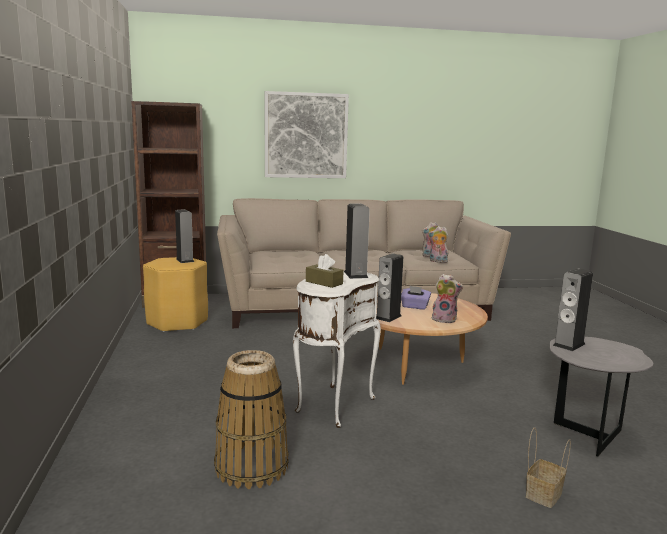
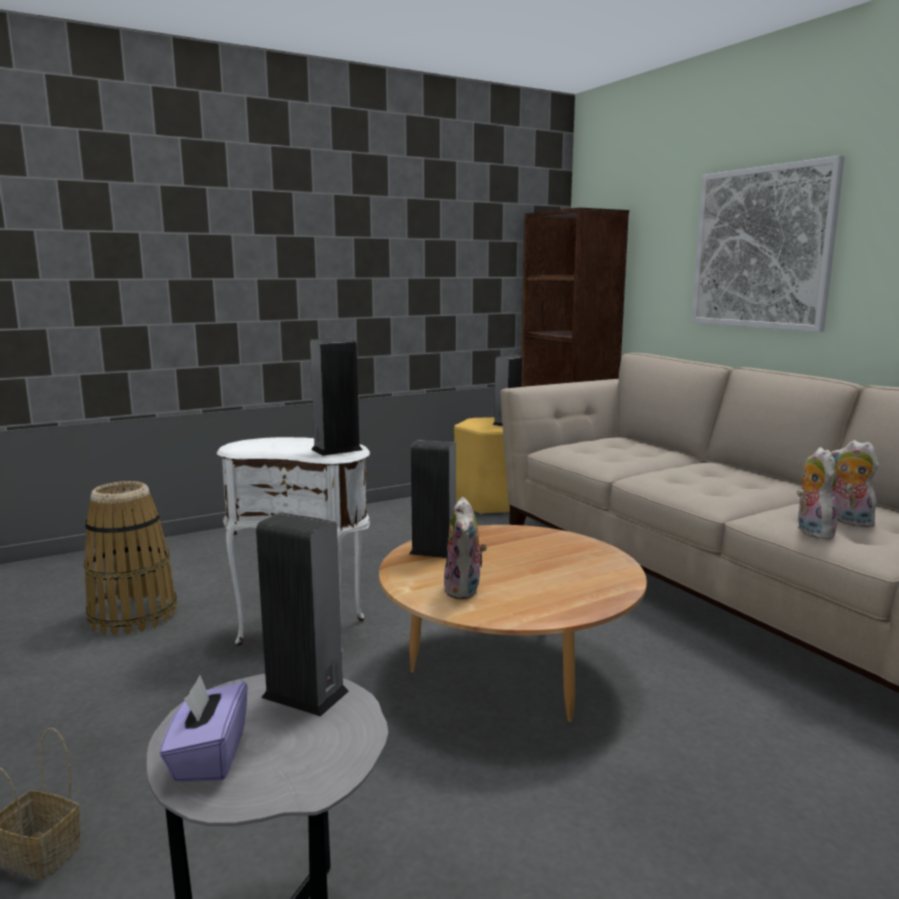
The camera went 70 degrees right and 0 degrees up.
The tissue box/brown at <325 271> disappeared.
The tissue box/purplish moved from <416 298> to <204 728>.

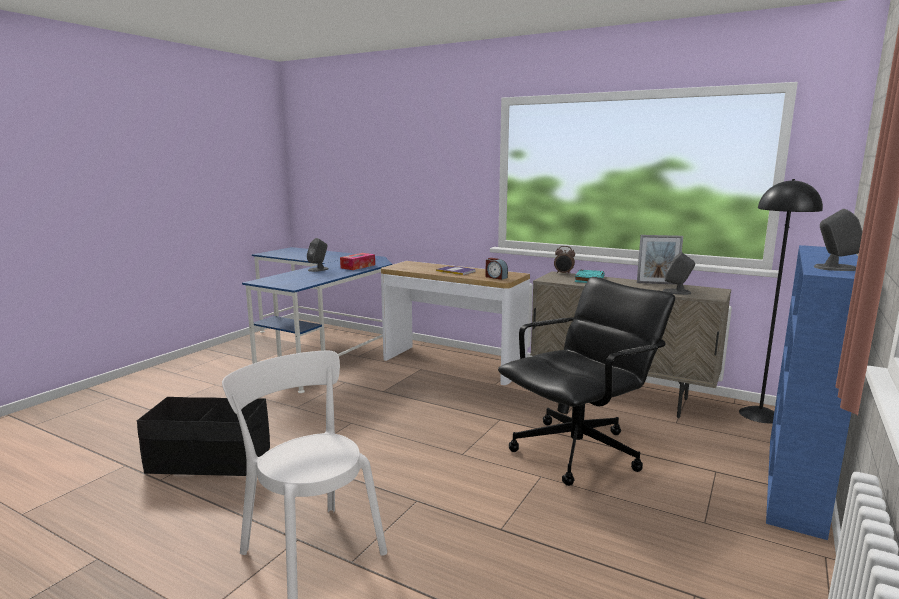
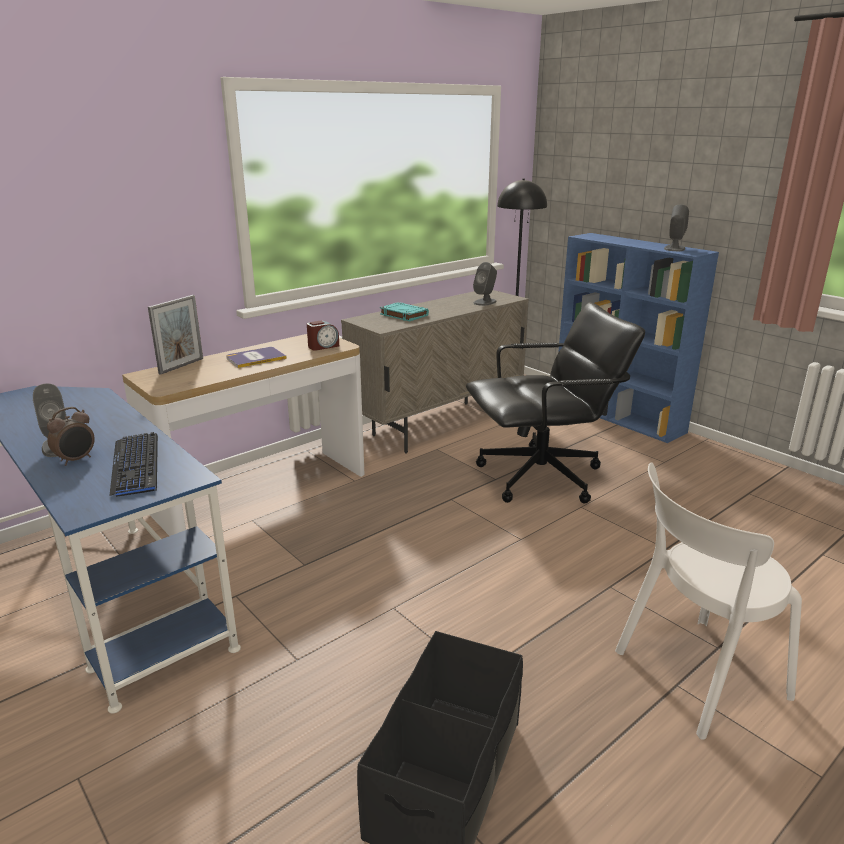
The camera went 70 degrees left and 10 degrees up.
The photo frame moved from <660 260> to <175 335>.
The bedside clock moved from <564 260> to <71 436>.
The tissue box at <357 261> disappeared.
The office chair/black-coloured at <586 381> turned 90 degrees clockwise.
The keyboard at <133 464> appeared.

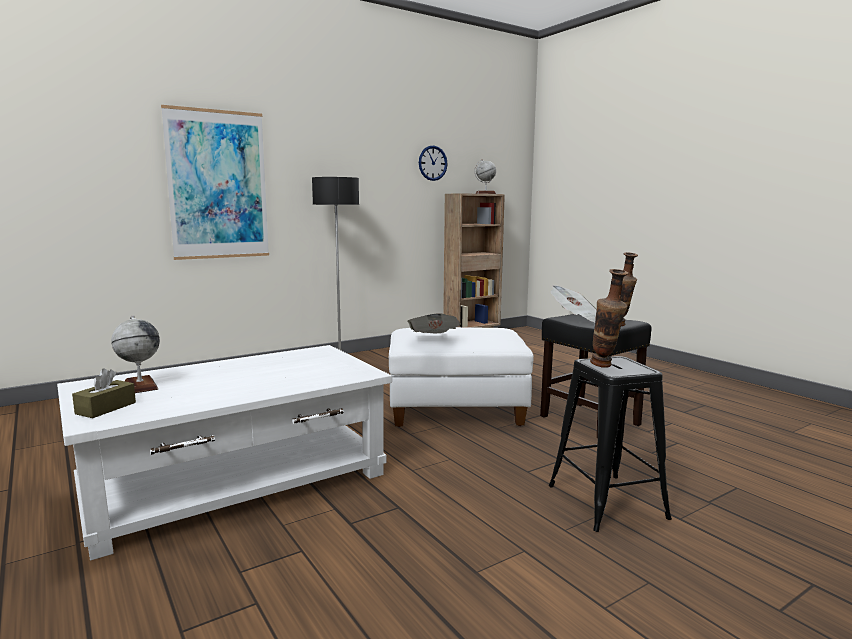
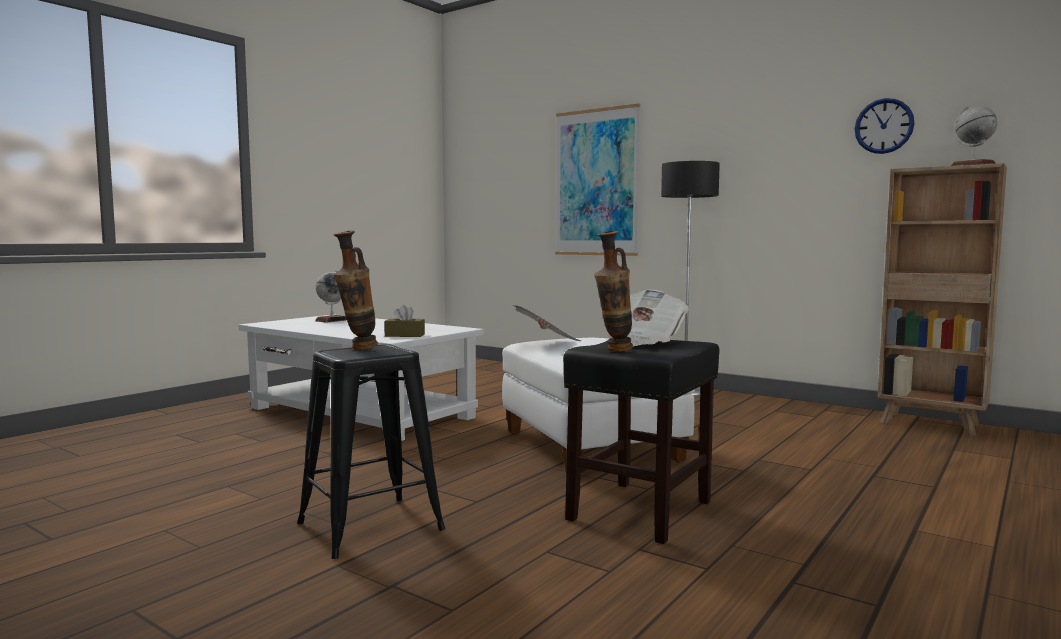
The camera went 70 degrees right and 5 degrees down.
The tissue box/brown moved from <104 393> to <404 321>.

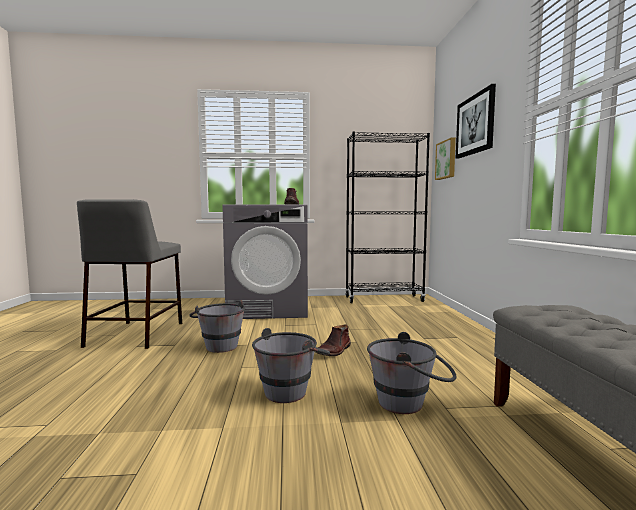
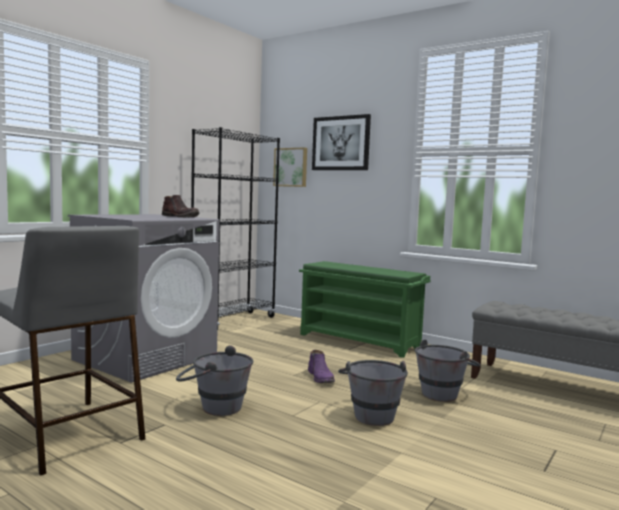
The camera went 50 degrees left and 0 degrees up.
The tall boot/brown at <333 340> became the tall boot/purplish at <321 366>.
The shoe stand/green at <365 309> appeared.

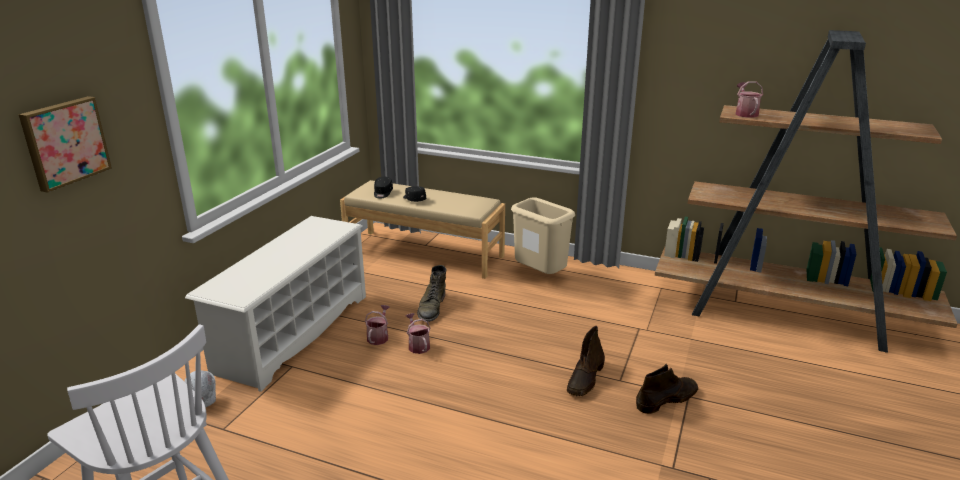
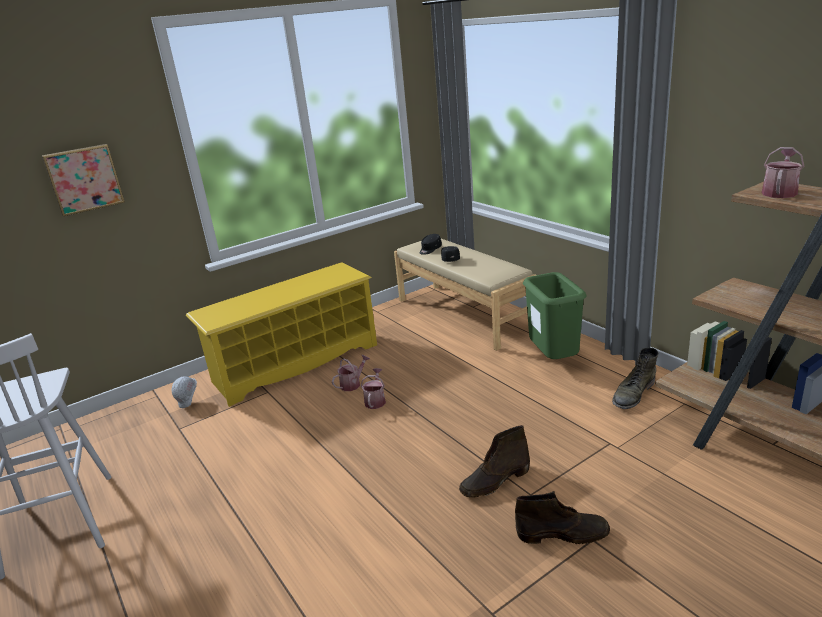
The camera went 35 degrees right and 0 degrees up.
The waste bin/sand-coloured at <543 235> became the waste bin/green at <554 315>.
The shoe stand/whitish at <275 304> became the shoe stand/yellow-coloured at <281 334>.
The tall boot/green moved from <432 293> to <635 378>.

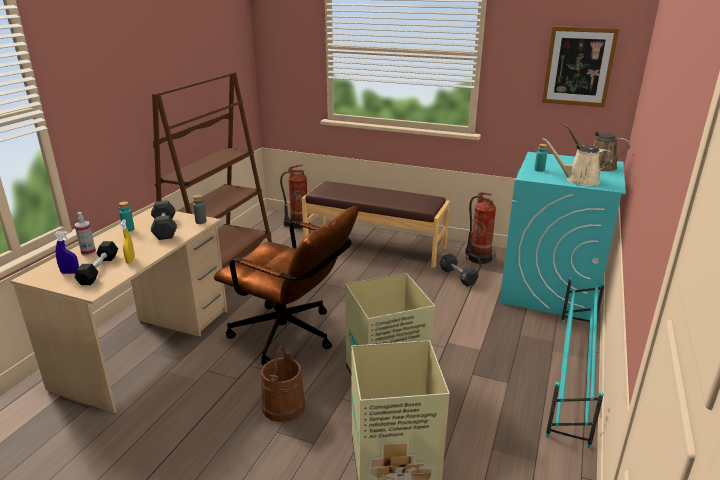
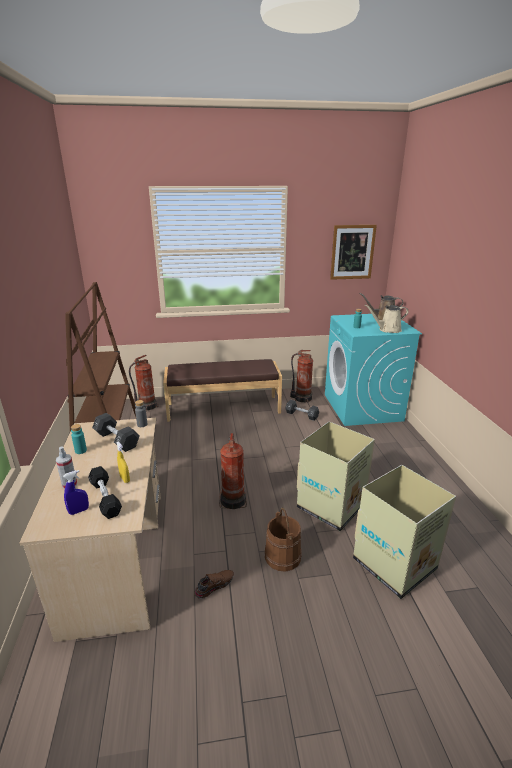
The camera went 30 degrees left and 0 degrees up.
The office chair/brown at <286 286> was replaced by the fire extinguisher at <233 471>.
The shoe stand/turquoise at <575 362> disappeared.
The shoe/brown at <214 584> appeared.

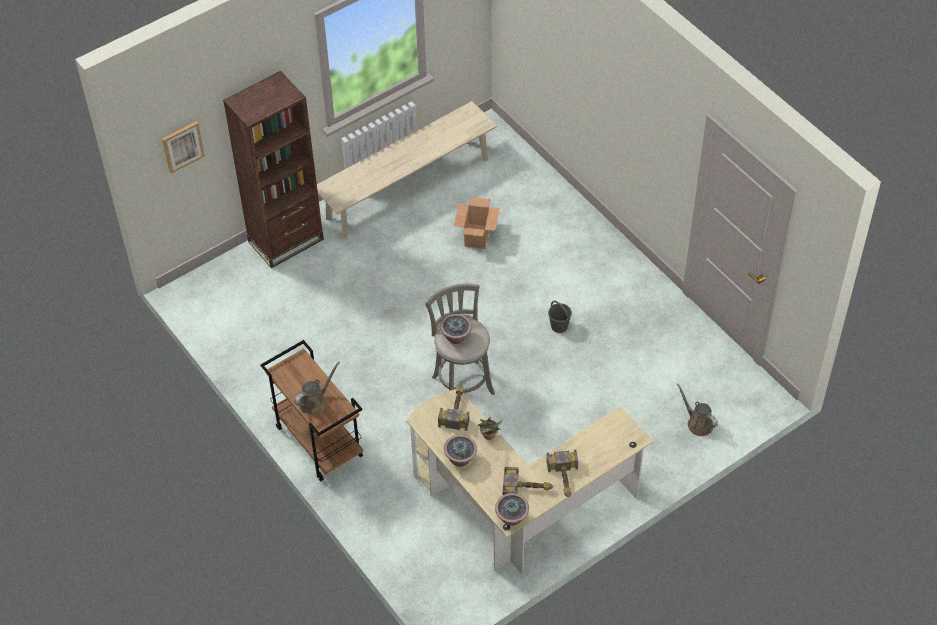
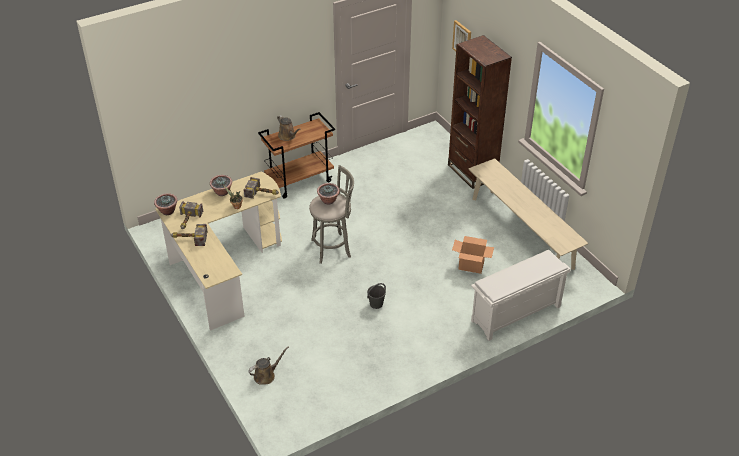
The camera went 95 degrees right and 10 degrees down.
The shoe stand/whitish at <521 295> appeared.

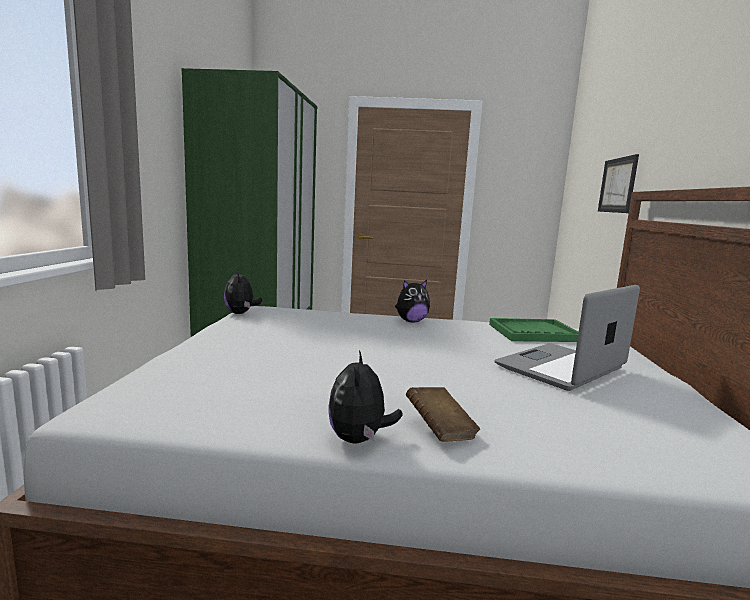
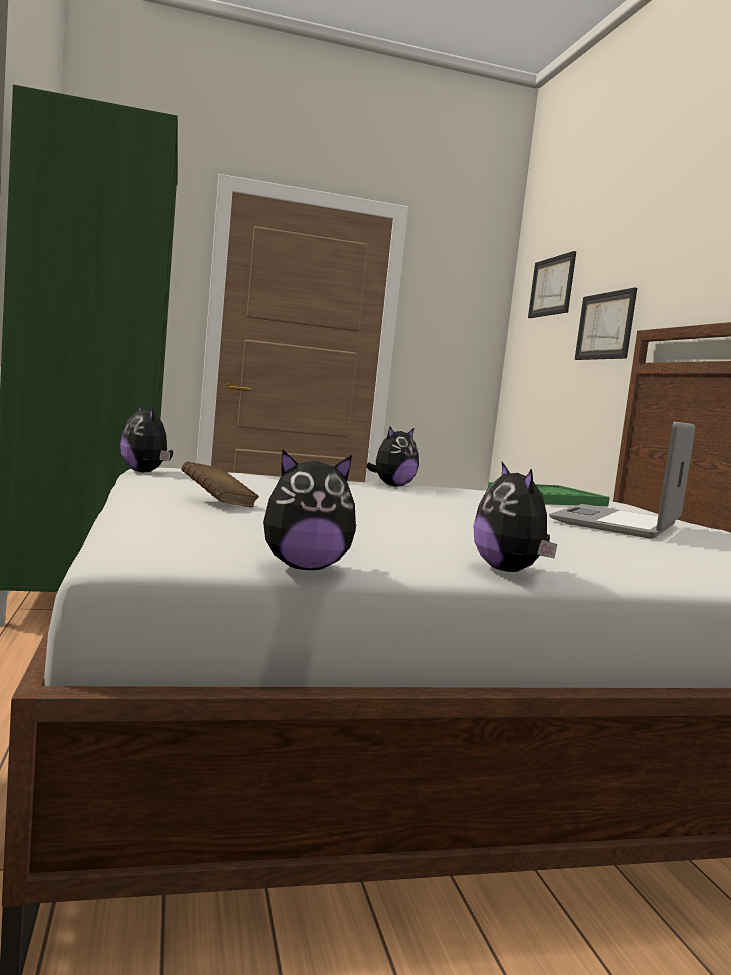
The camera went 20 degrees left and 5 degrees down.
The bound book/brown moved from <443 414> to <220 484>.
The picture at <552 284> appeared.
The plush toy at <309 510> appeared.

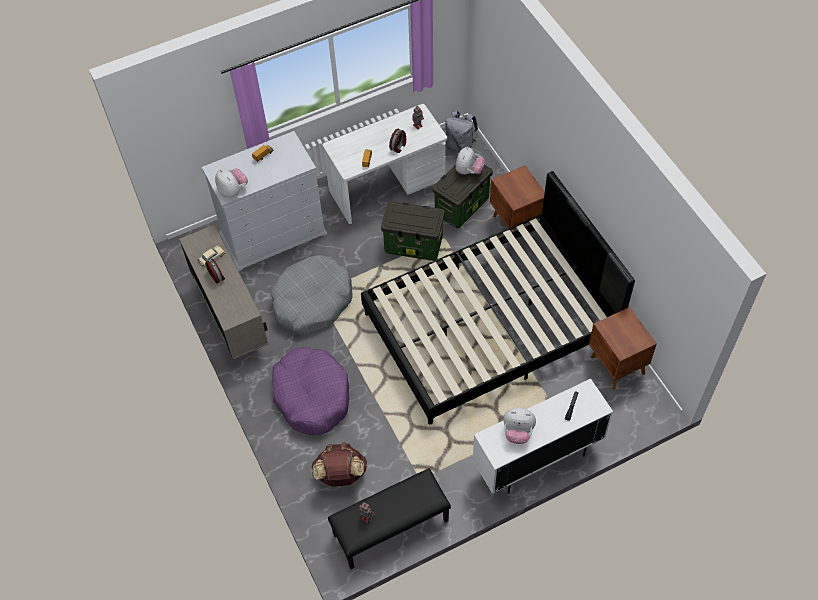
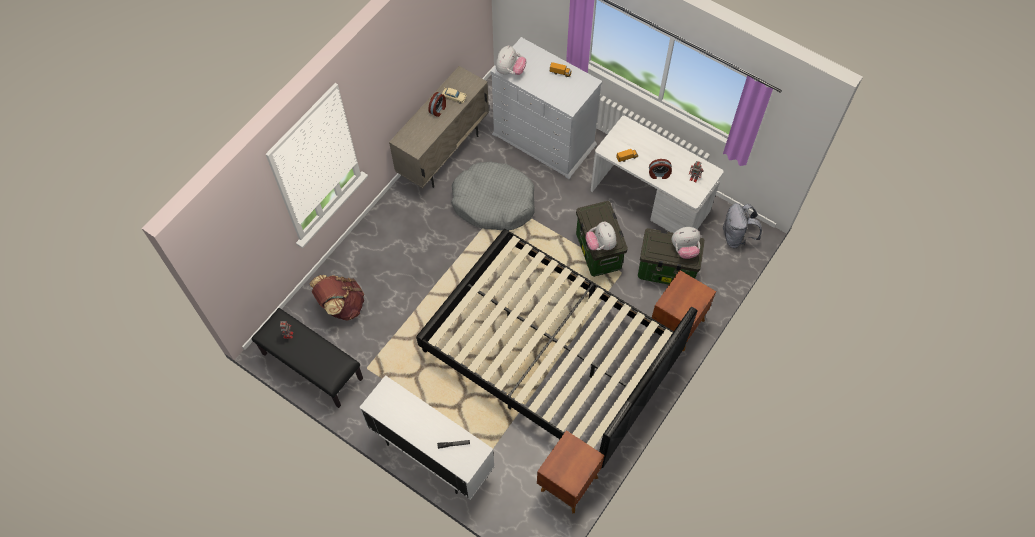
The camera went 60 degrees right and 5 degrees up.
The dog cushion/purplish at <310 391> disappeared.
The plush toy moved from <519 426> to <600 236>.

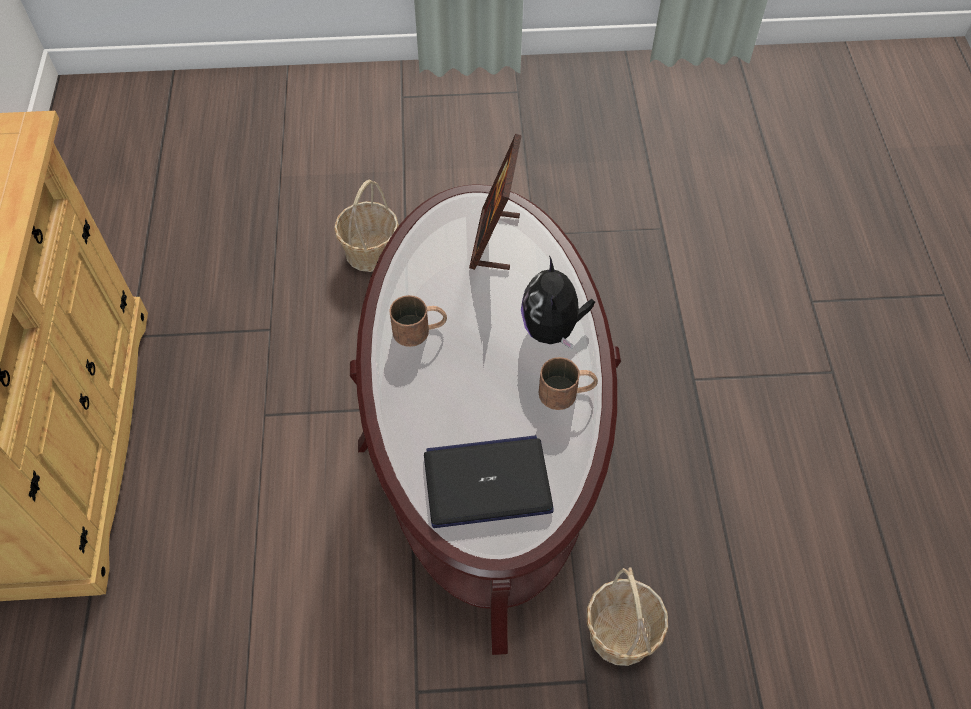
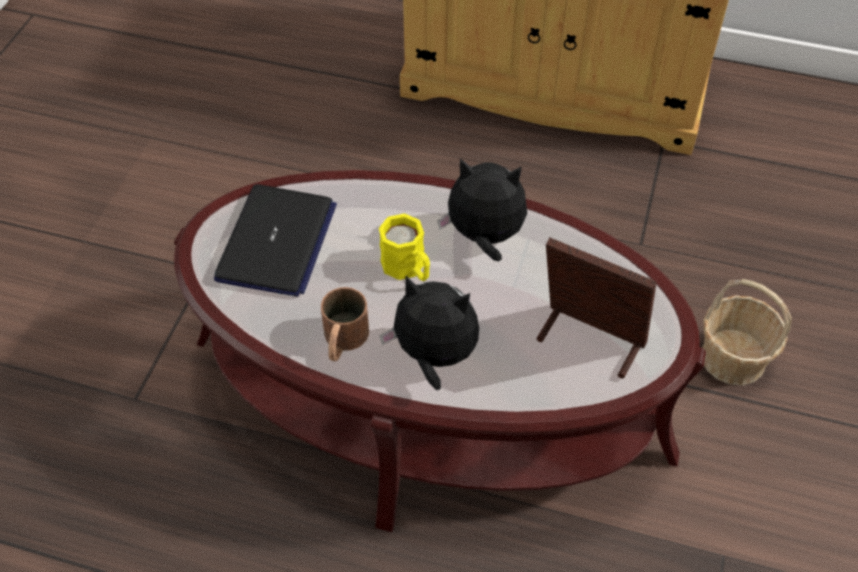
The camera went 110 degrees right and 5 degrees down.
The mug/brown at <418 321> was replaced by the plush toy at <482 209>.
The household basket at <627 616> disappeared.
The mug/yellow-coloured at <404 247> appeared.

